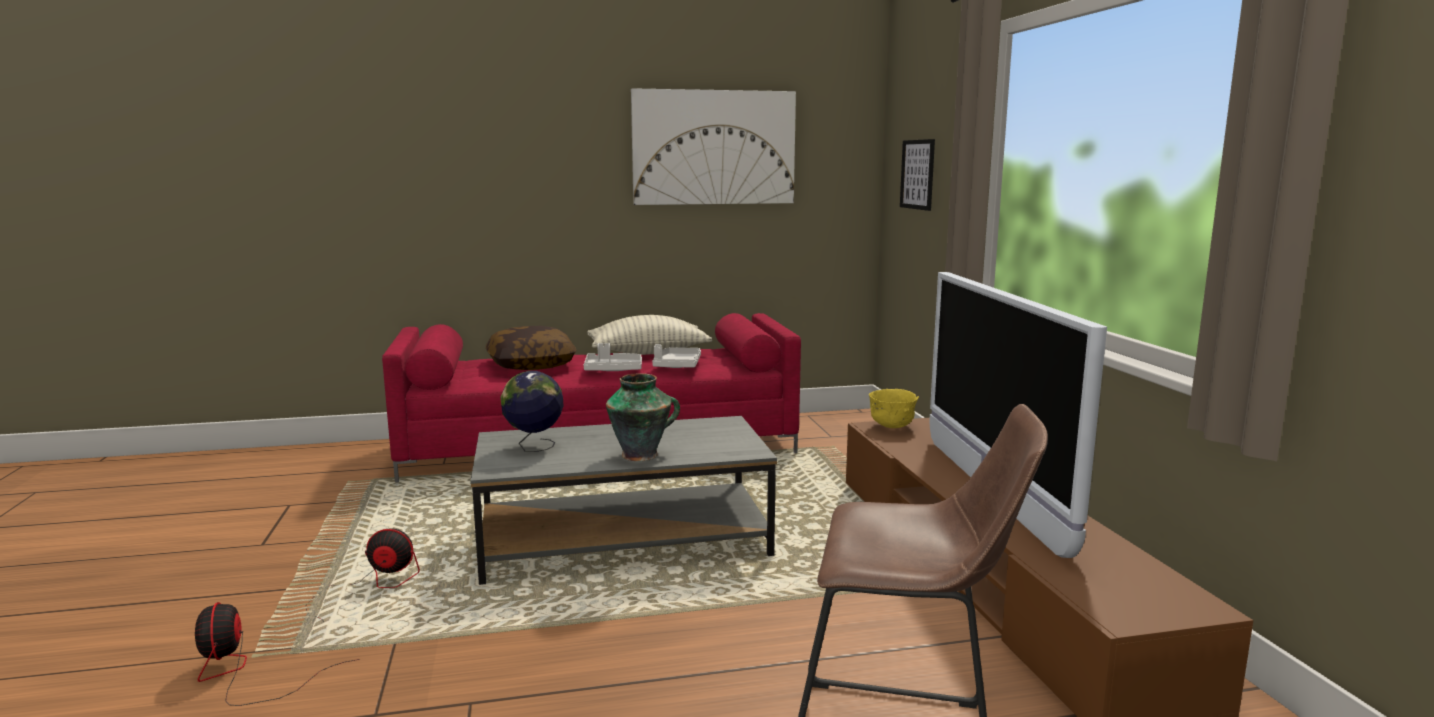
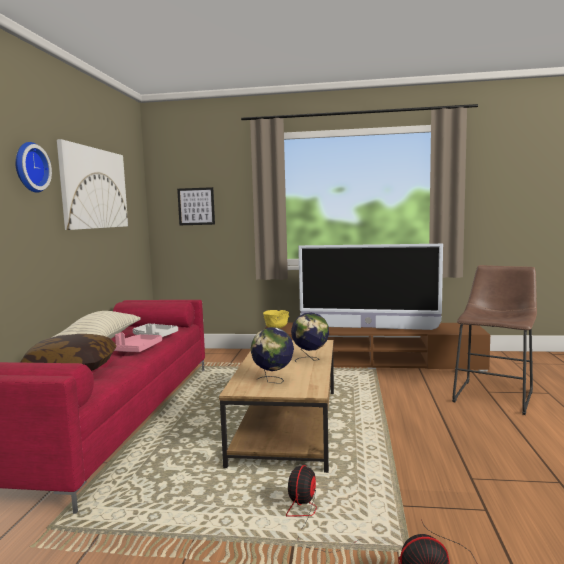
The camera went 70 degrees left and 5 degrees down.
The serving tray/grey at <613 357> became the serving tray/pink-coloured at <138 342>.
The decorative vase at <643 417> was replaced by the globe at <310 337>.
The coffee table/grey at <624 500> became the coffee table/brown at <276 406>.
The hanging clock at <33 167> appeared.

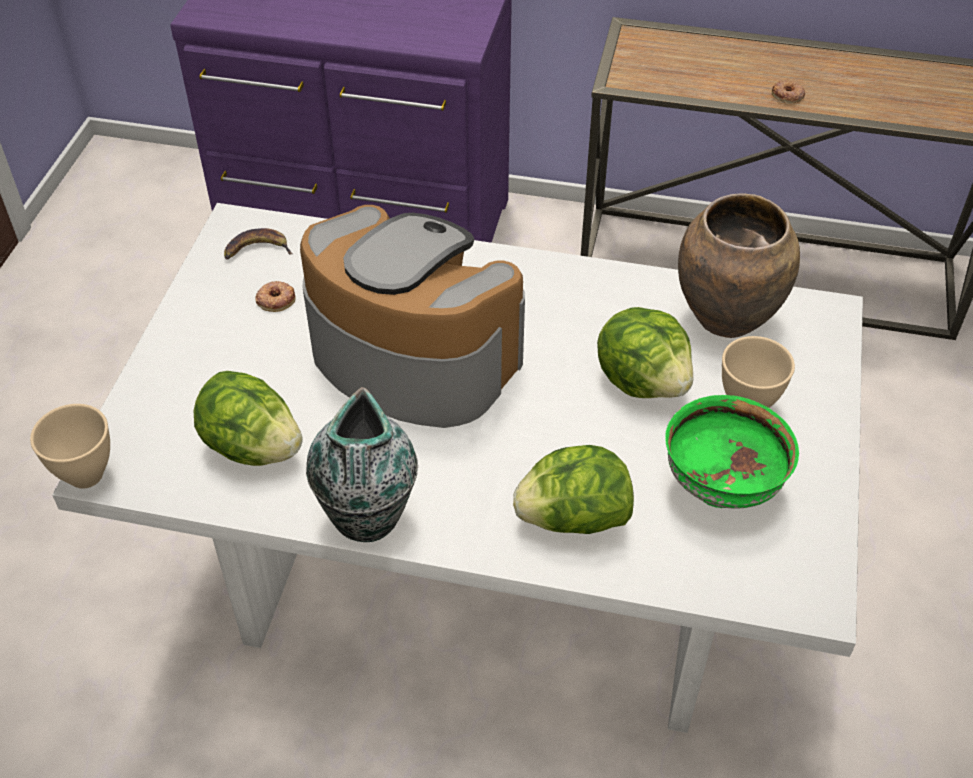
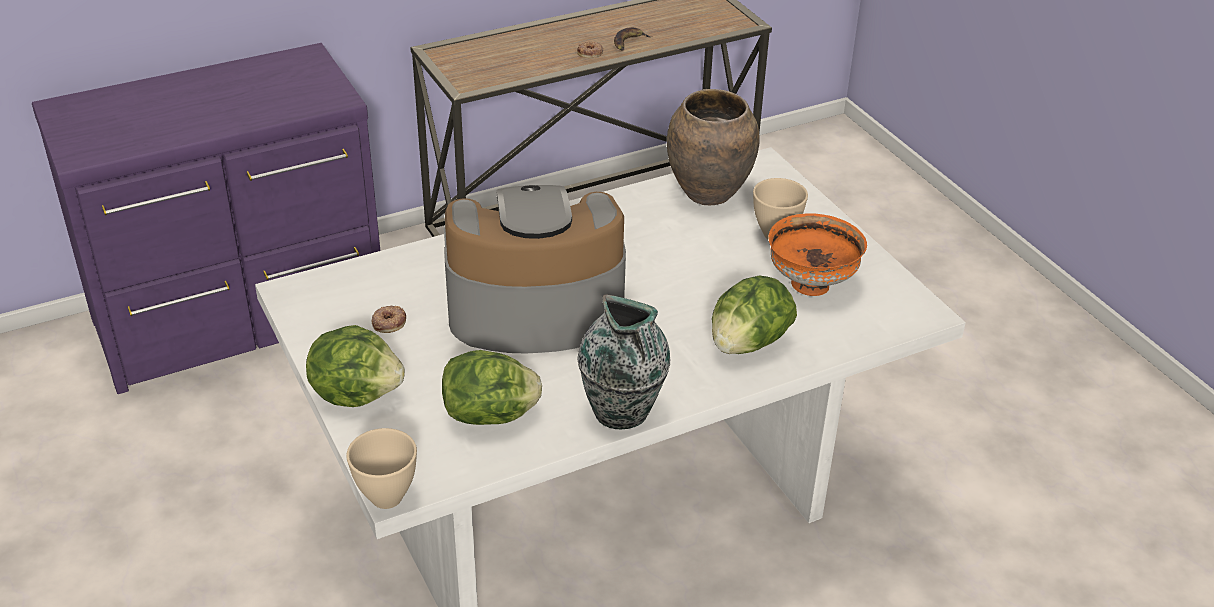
The camera went 40 degrees left and 10 degrees down.
The whole banana moved from <258 244> to <633 39>.
The head of lettuce moved from <645 352> to <355 366>.
The serving bowl/green at <732 452> became the serving bowl/orangey at <818 255>.

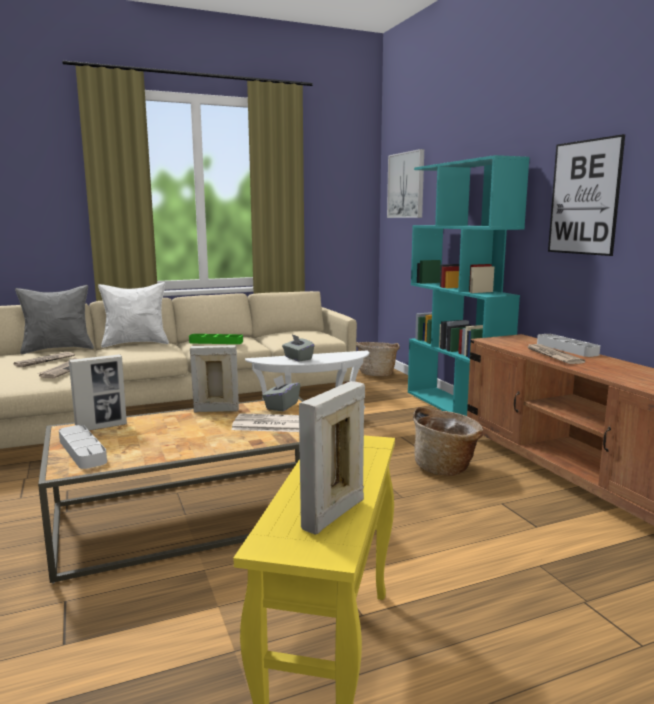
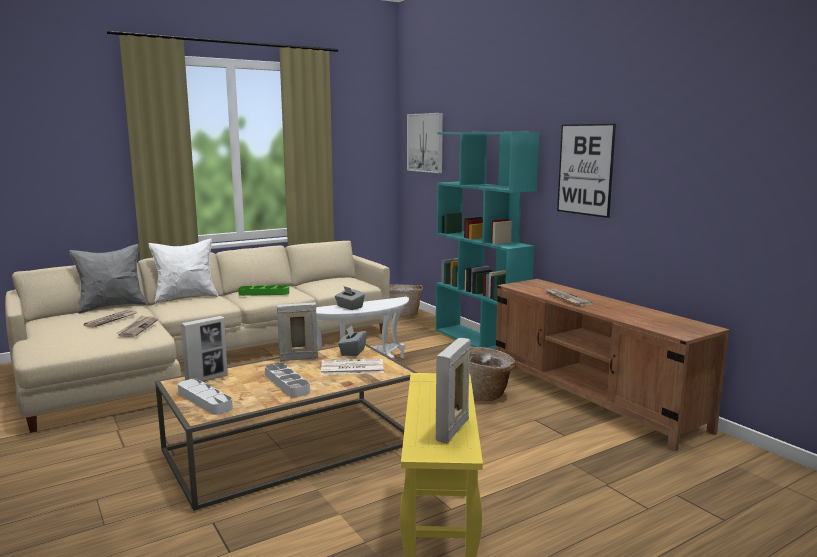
The camera went 10 degrees left and 0 degrees up.
The serving tray/grey moved from <568 345> to <287 380>.

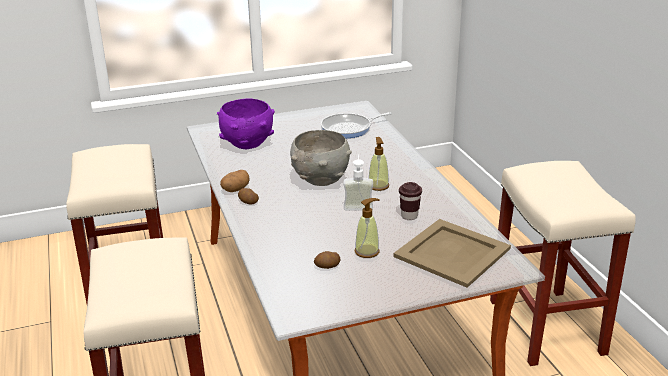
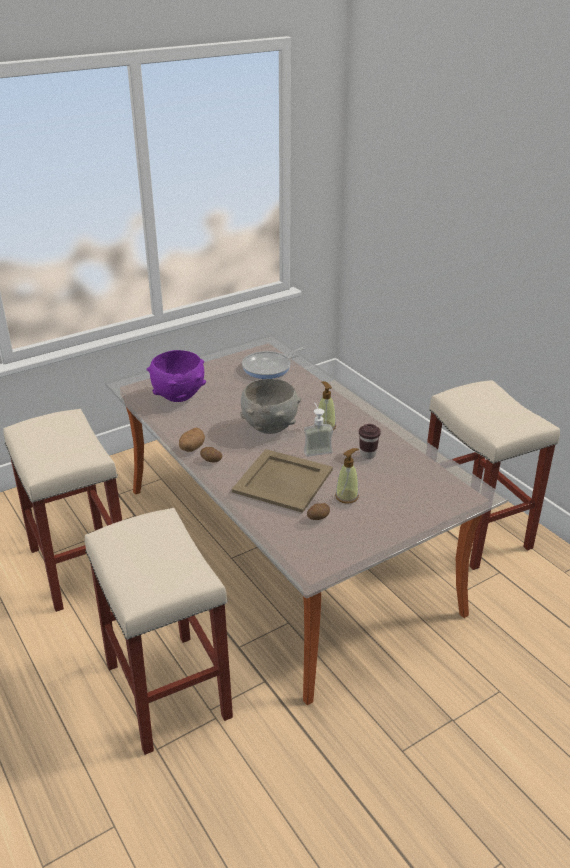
The camera went 15 degrees left and 5 degrees up.
The serving tray/sand-coloured moved from <452 253> to <282 481>.

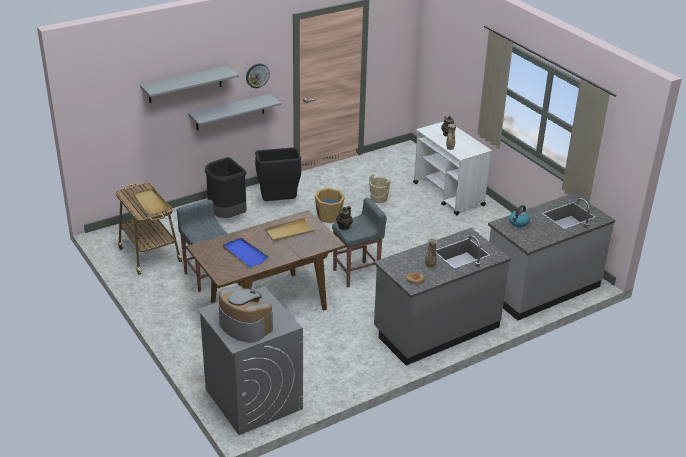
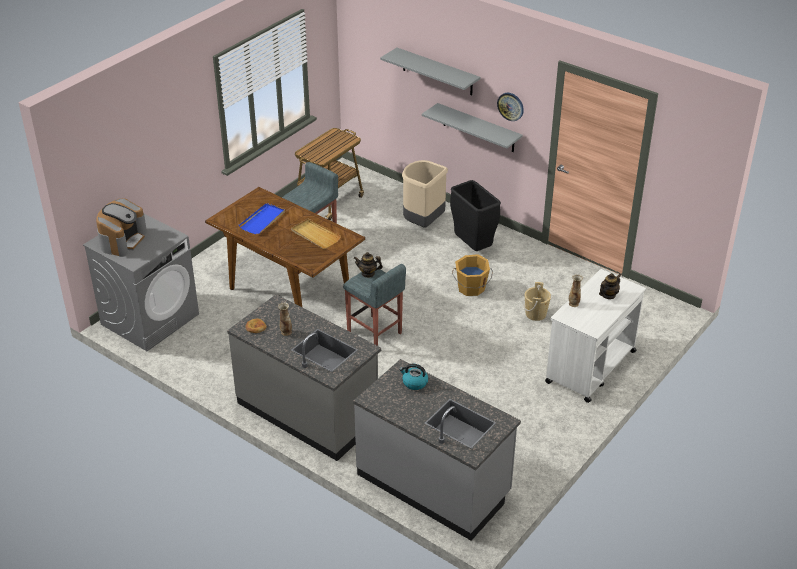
The camera went 70 degrees right and 5 degrees up.
The waste bin/black-coloured at <226 187> became the waste bin/sand-coloured at <425 194>.
The serving tray/sand-coloured at <151 201> disappeared.

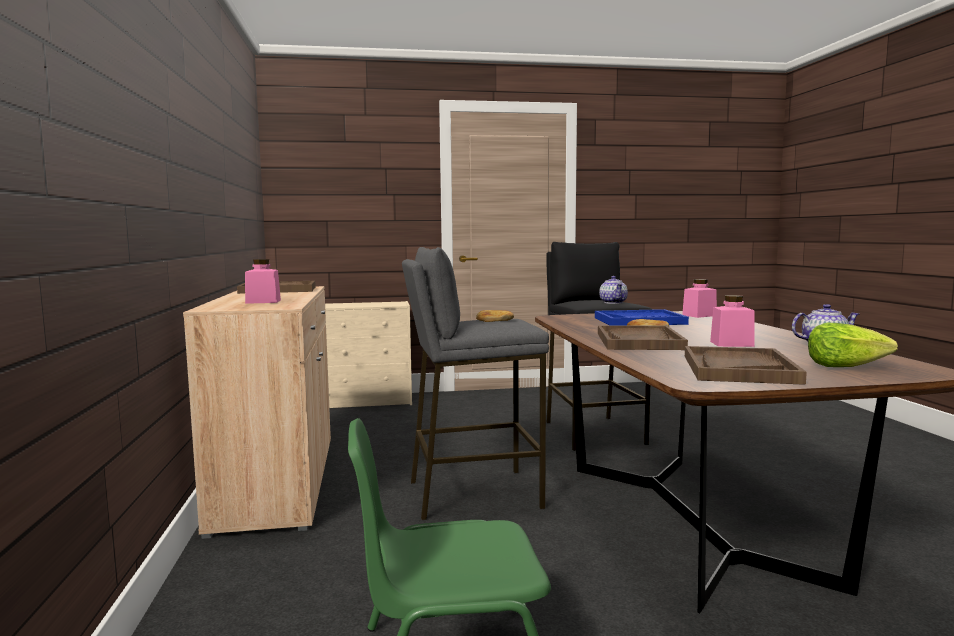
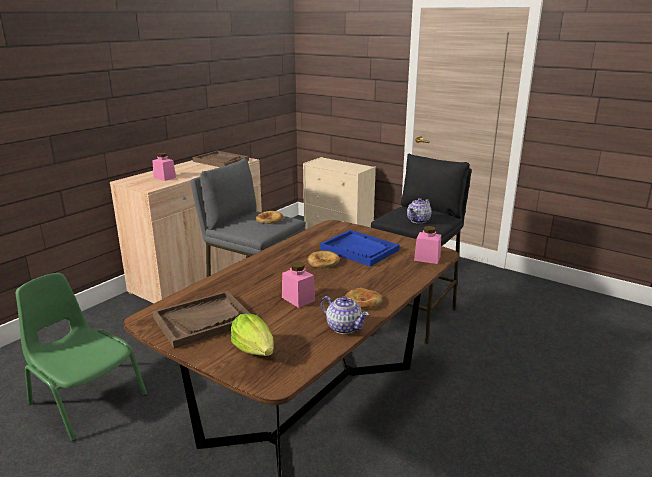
The camera went 45 degrees right and 15 degrees up.
The serving tray/brown at <643 337> disappeared.
The bakery bread at <363 299> appeared.

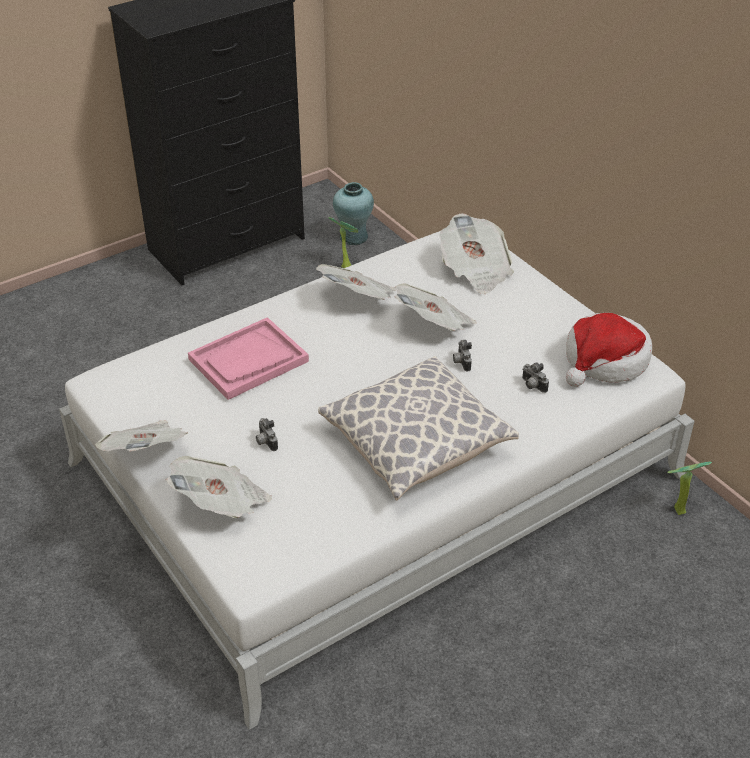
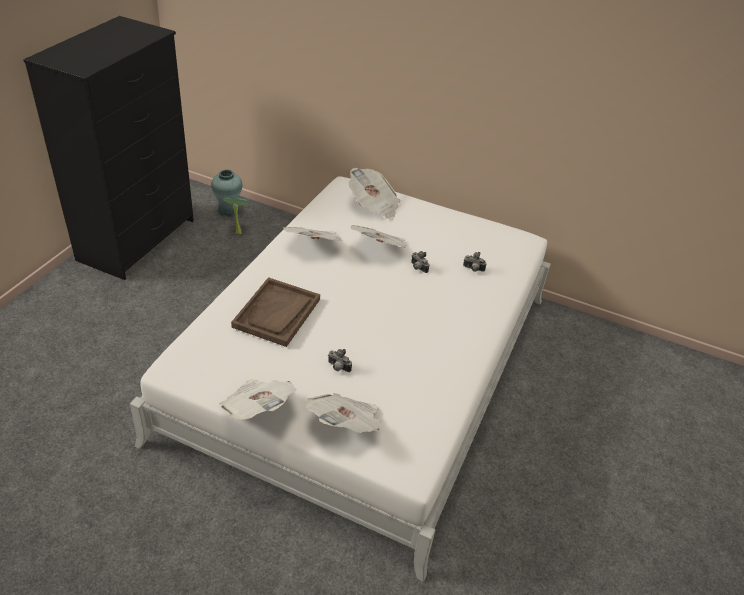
The camera went 35 degrees left and 0 degrees up.
The hat at <609 350> disappeared.
The serving tray/pink-coloured at <248 358> became the serving tray/brown at <275 312>.
The throw pillow at <418 428> disappeared.
The plant in a pot at <689 488> disappeared.

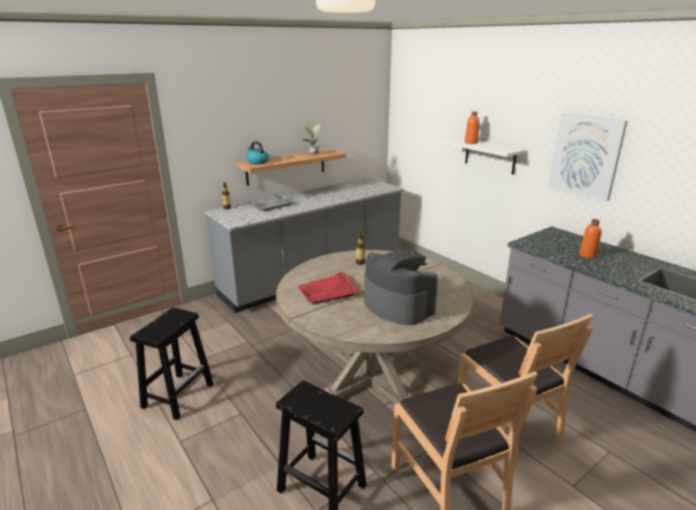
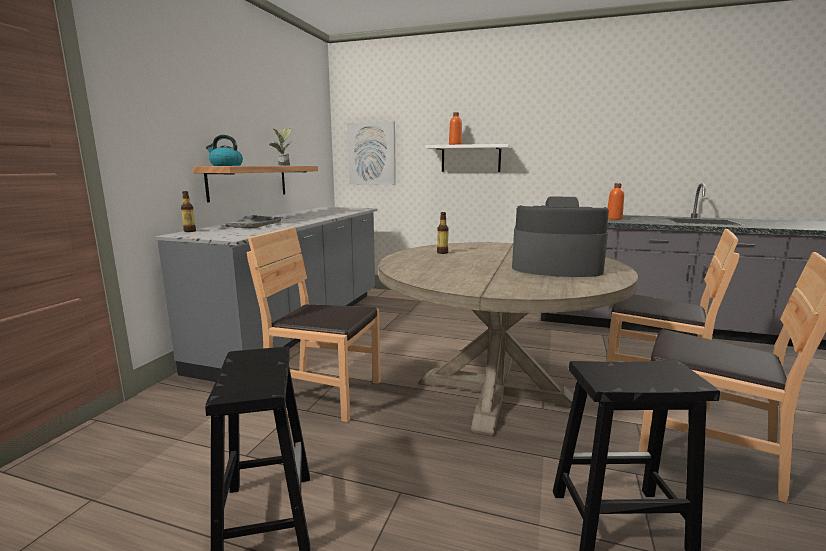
The camera went 35 degrees left and 10 degrees down.
The picture moved from <588 157> to <371 153>.
The serving tray/red-coloured at <328 288> disappeared.
The plain chair/brown at <313 324> appeared.

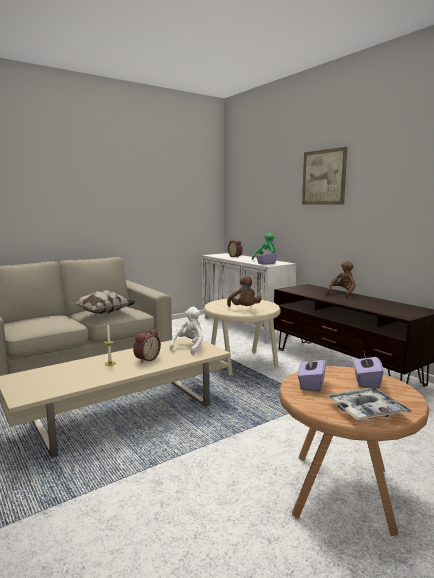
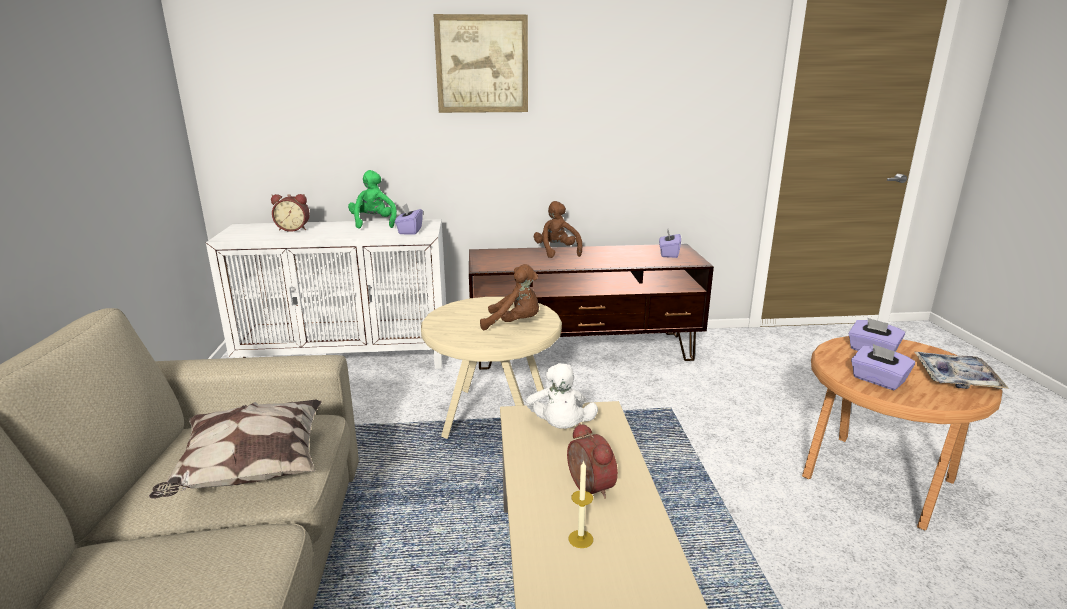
The camera went 60 degrees left and 10 degrees up.
The plush toy/whitish at <186 331> turned 150 degrees counterclockwise.
The tissue box/purplish at <670 244> appeared.

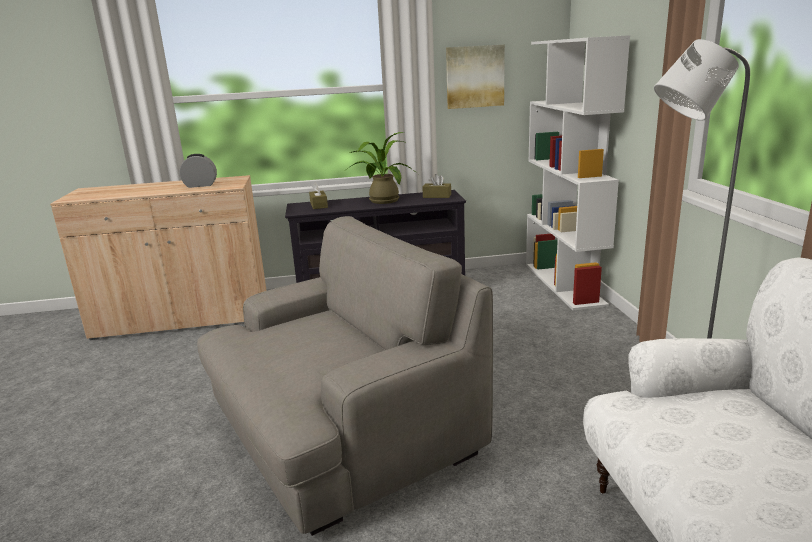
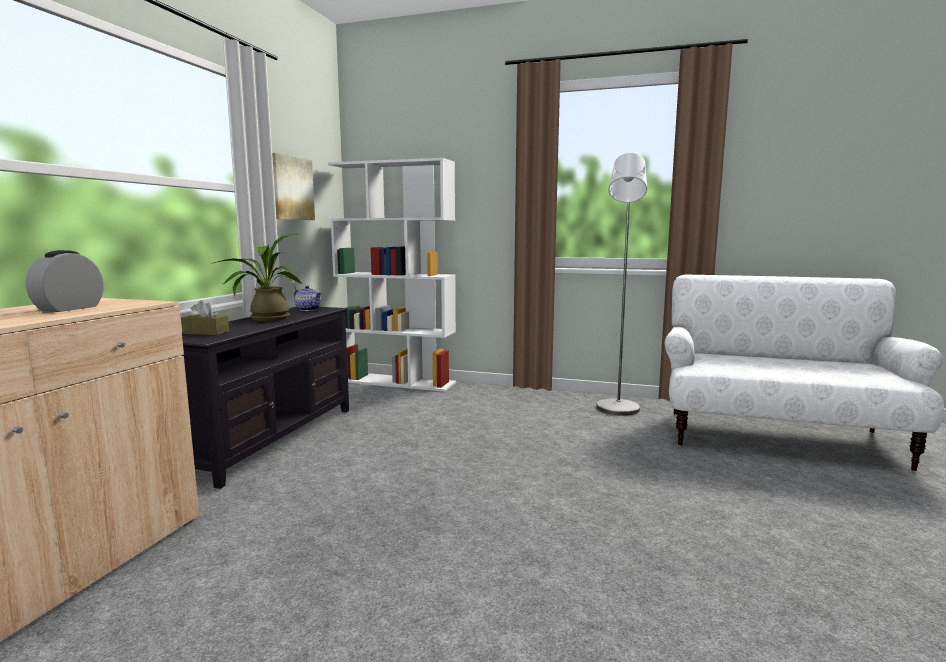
The camera went 65 degrees left and 10 degrees down.
The tissue box/brown at <436 186> was replaced by the teapot at <307 298>.
The easy chair/grey at <345 376> disappeared.

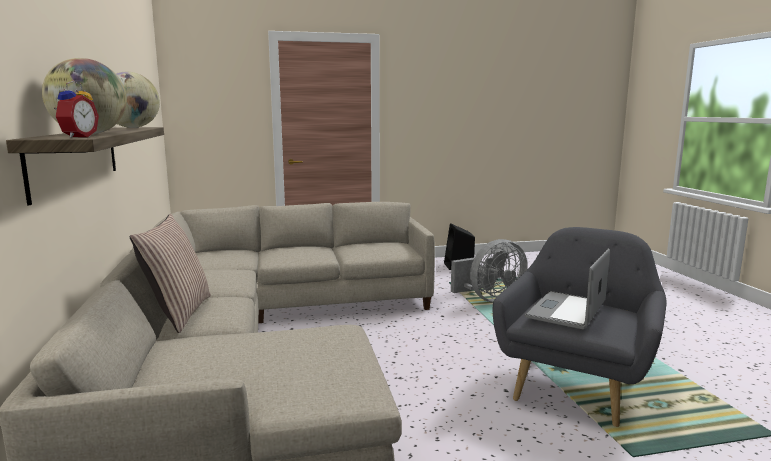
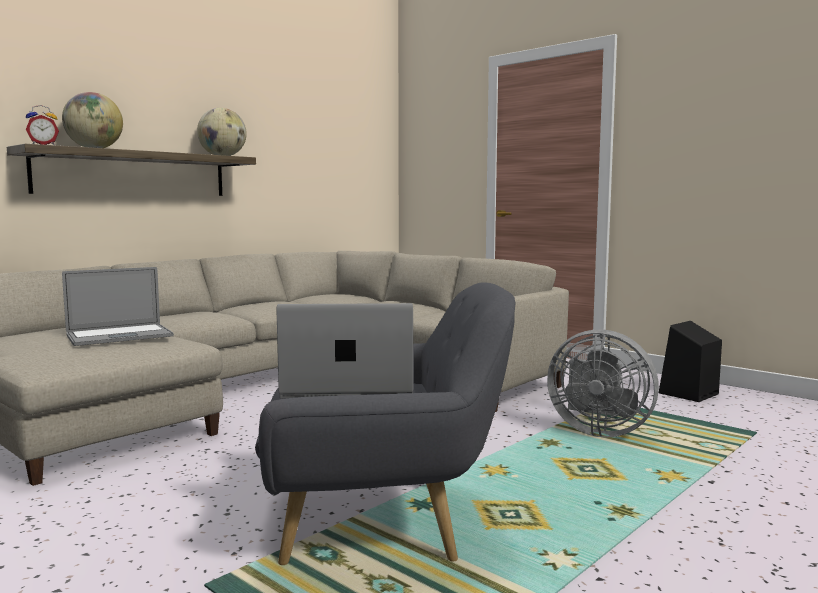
The camera went 55 degrees right and 5 degrees down.
The throw pillow at <170 273> disappeared.
The laptop at <118 306> appeared.

